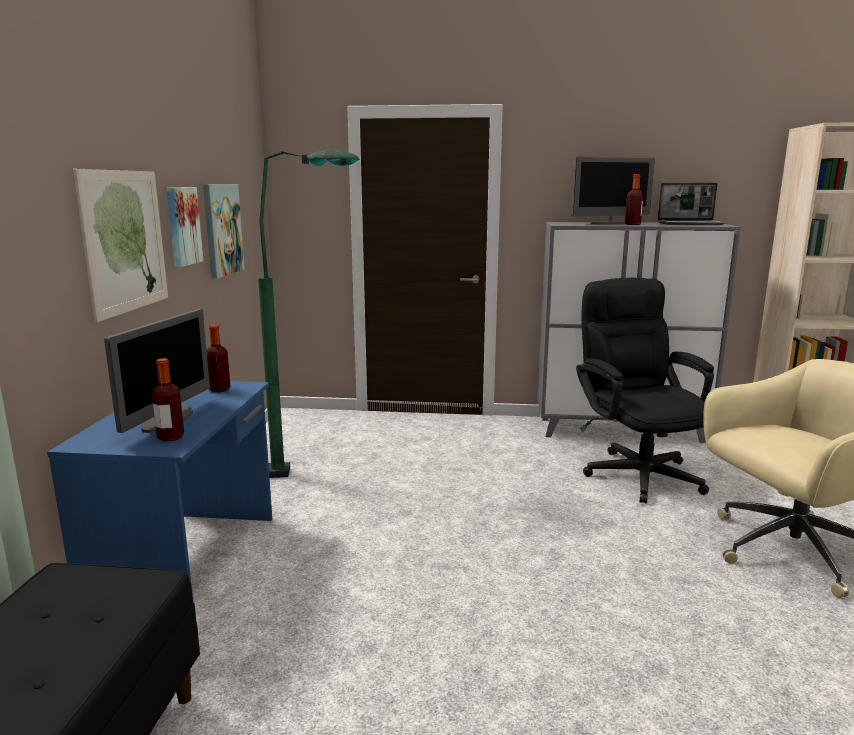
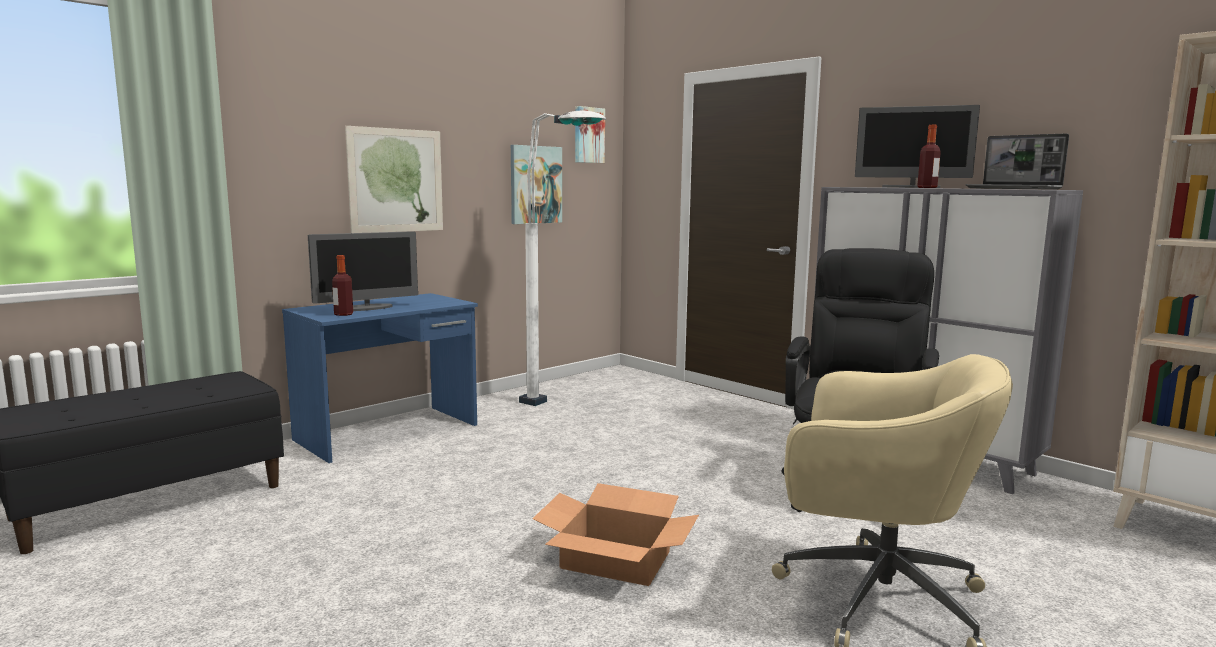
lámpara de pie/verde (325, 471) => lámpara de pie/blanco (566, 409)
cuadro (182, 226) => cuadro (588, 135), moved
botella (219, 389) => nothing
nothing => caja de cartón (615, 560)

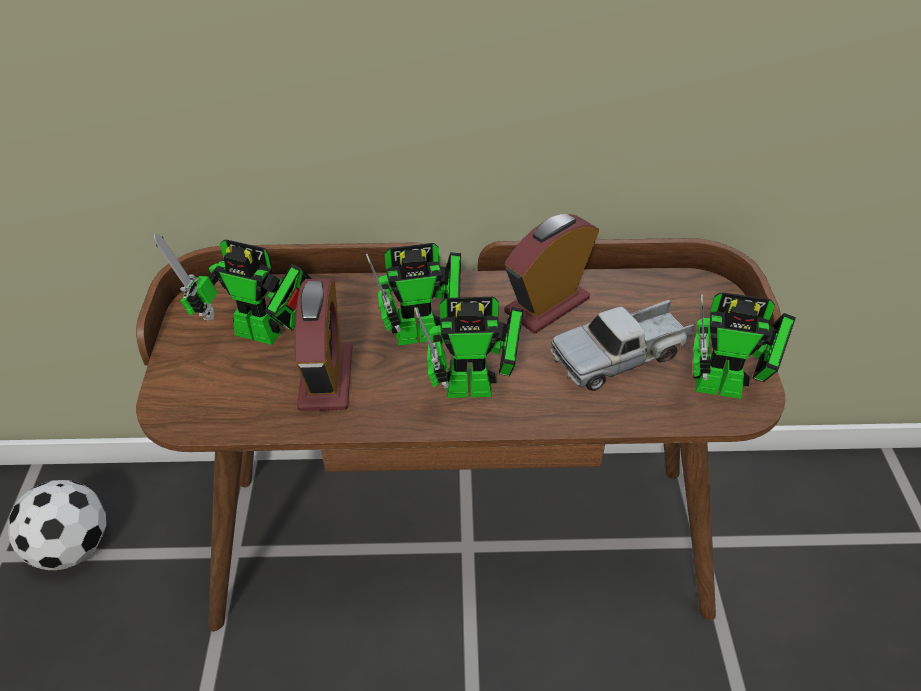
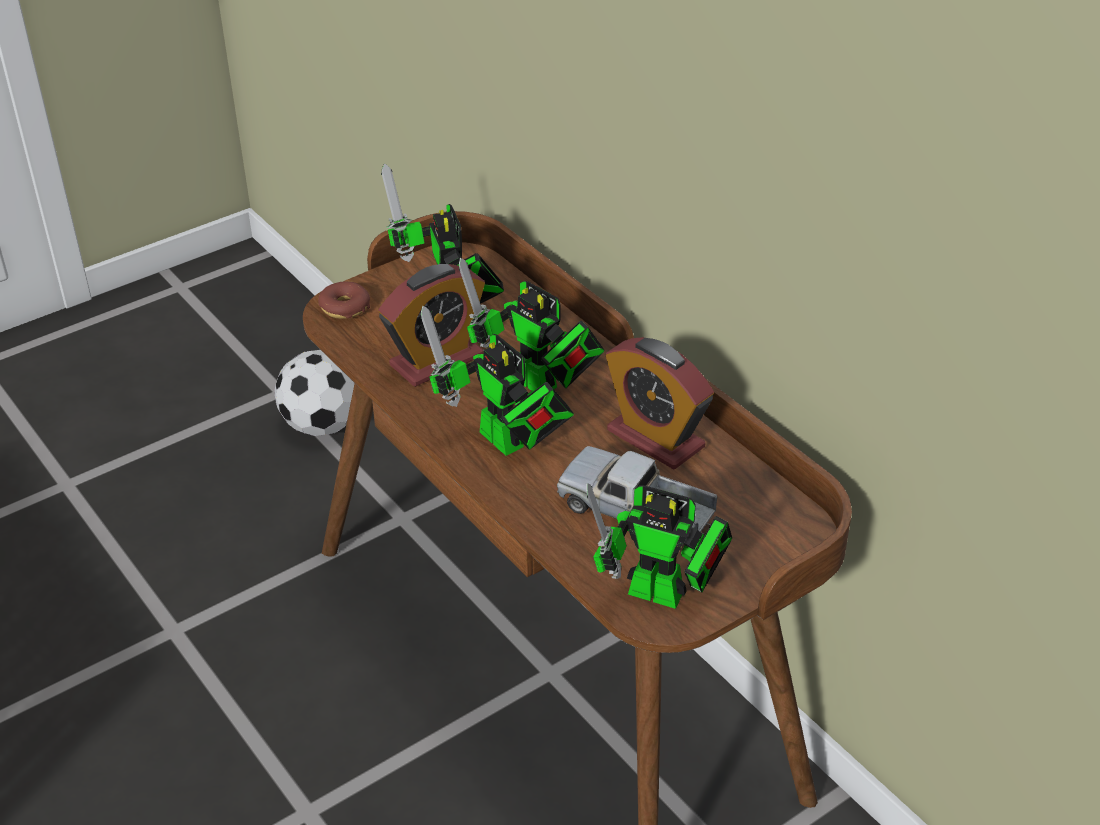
despertador (547, 305) => despertador (655, 439), 150 degrees counterclockwise
robot de juguete (726, 388) => robot de juguete (664, 595), 45 degrees counterclockwise
nothing => rosquilla (344, 307)

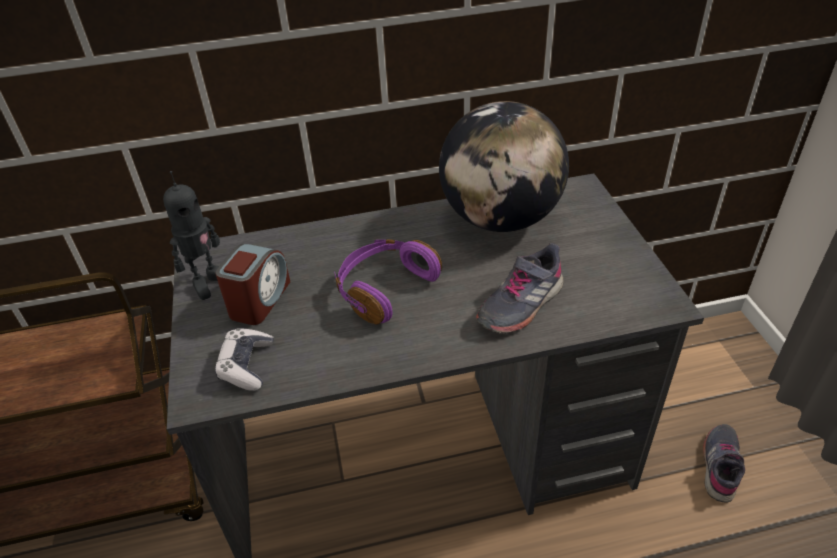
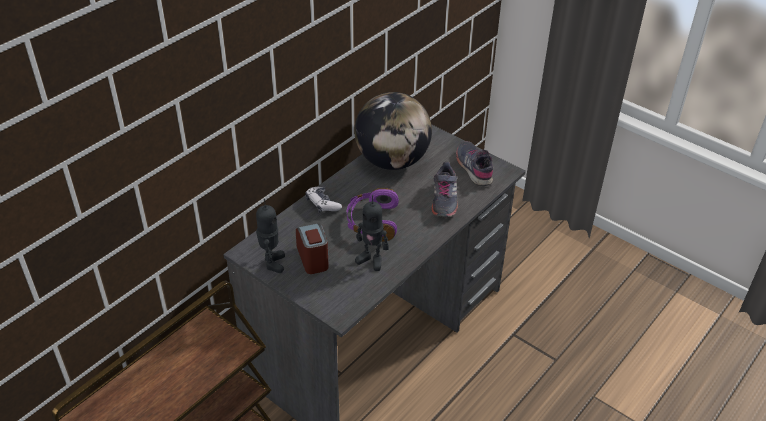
mando de consola (247, 365) => mando de consola (322, 204), moved
zapato/gris (721, 466) => zapato/gris (474, 168), moved
nothing => robot de juguete (371, 260)

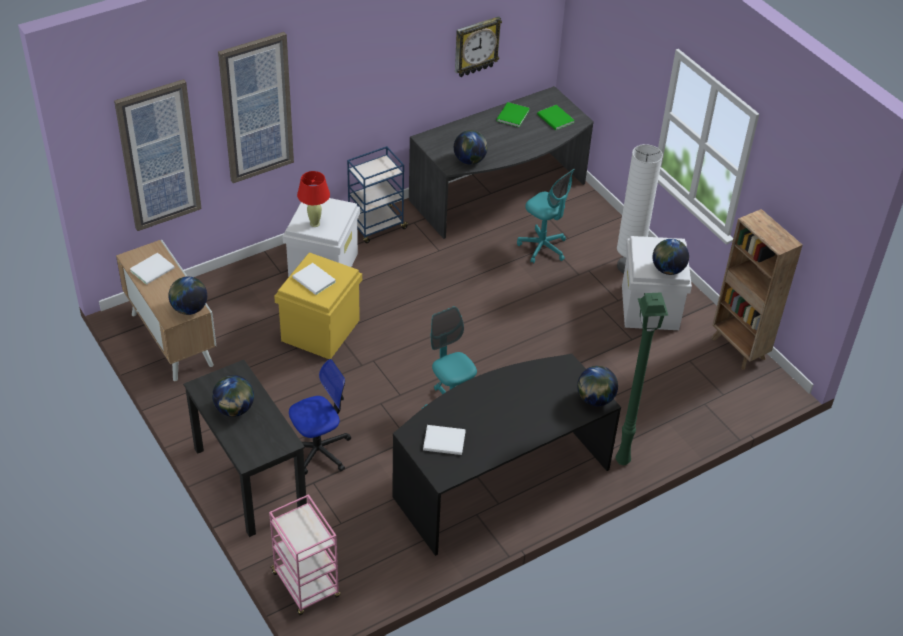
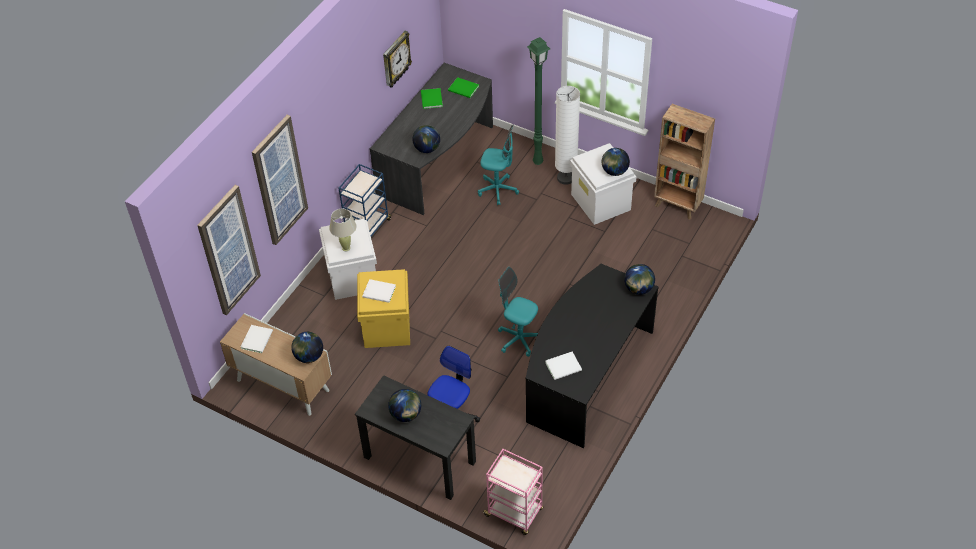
lámpara de mesa/rojo (314, 223) => lámpara de mesa/beis (346, 248)
lámpara de pie/verde (623, 459) => lámpara de pie/verde (538, 161), moved

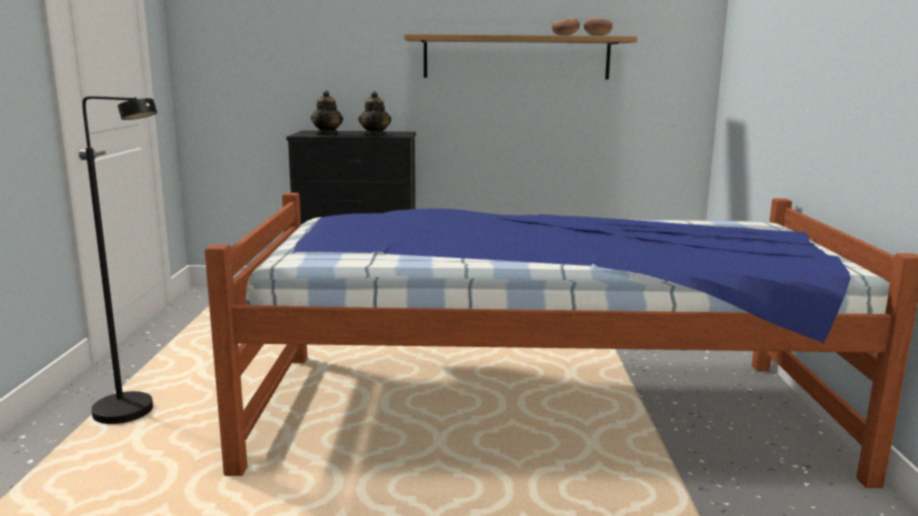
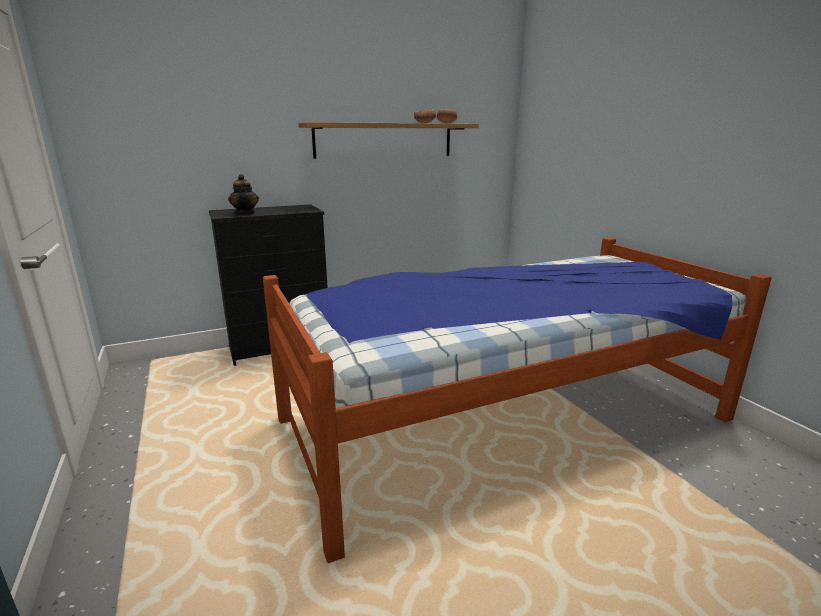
tetera (375, 135) => nothing
lámpara de pie/negro (136, 415) => nothing

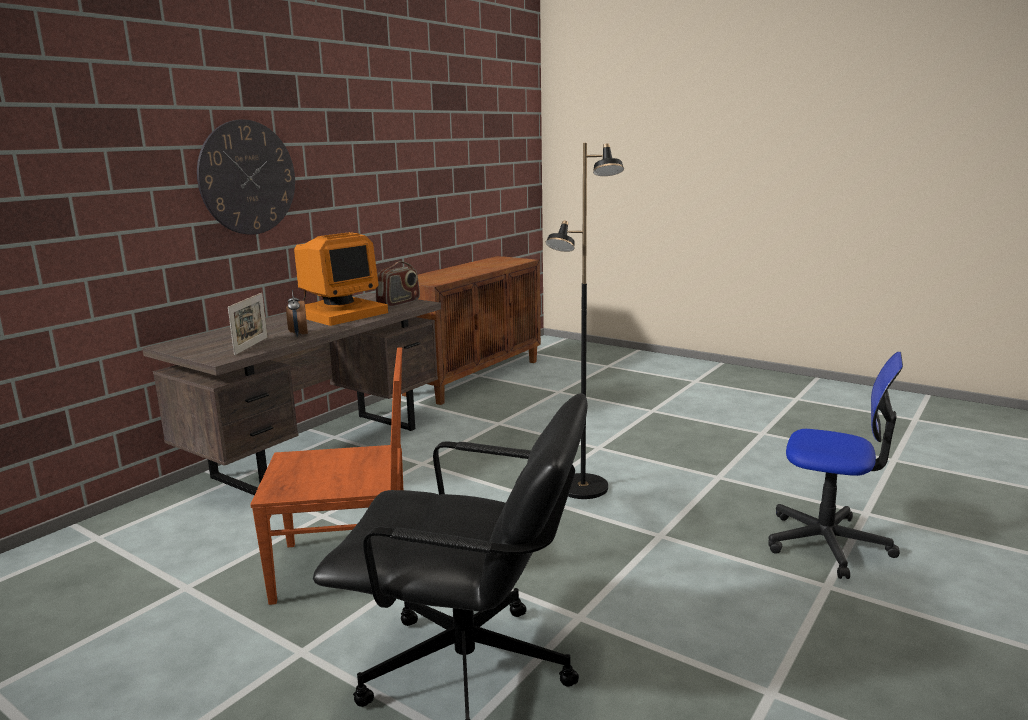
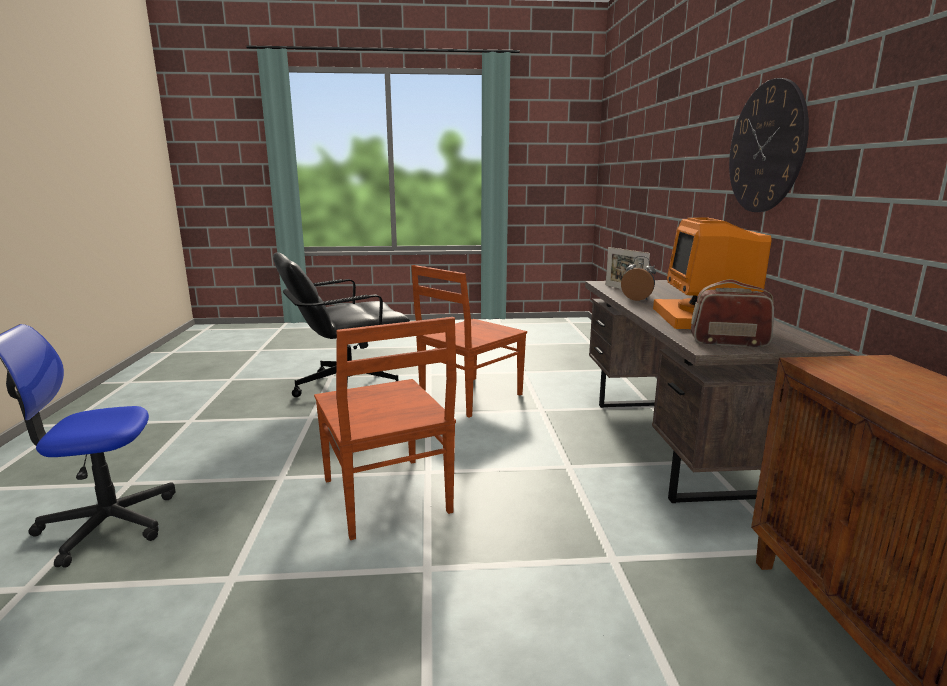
lámpara de pie/negro (583, 488) => silla/marrón (386, 497)
radio (399, 303) => radio (728, 342), 105 degrees clockwise

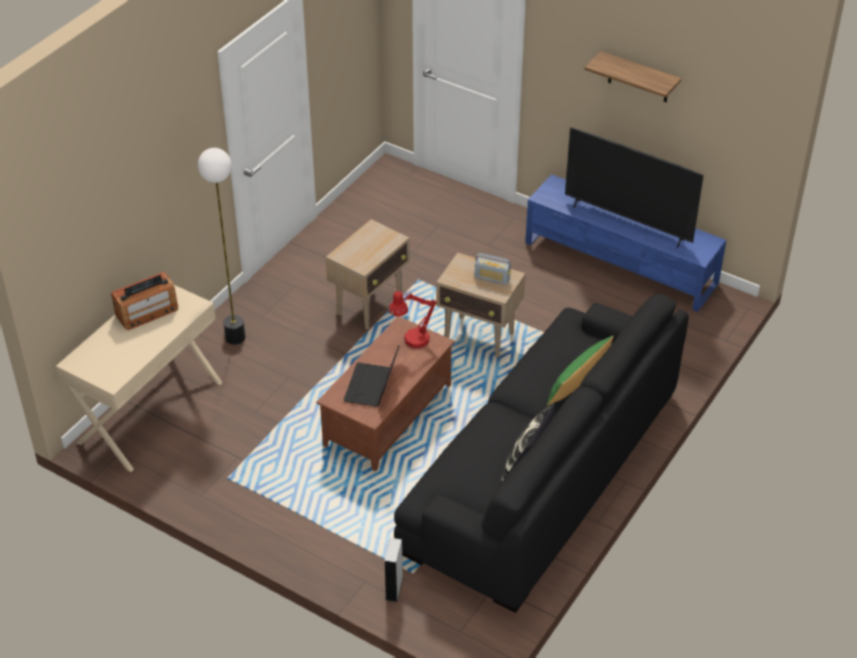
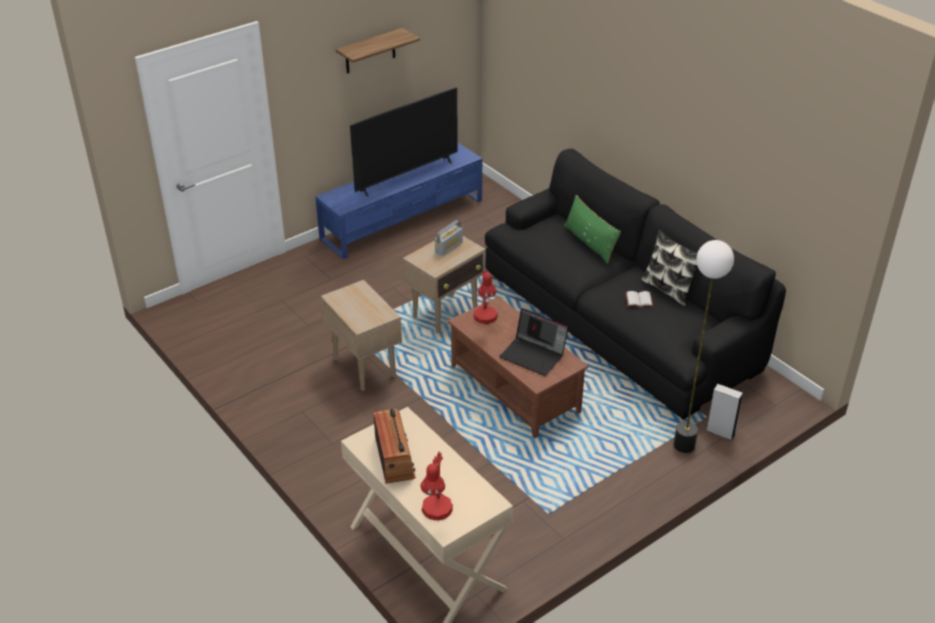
lámpara de pie (235, 337) => lámpara de pie (684, 445), moved
nothing => libro/blanco (638, 300)
nothing => lámpara de mesa/rojo (436, 514)

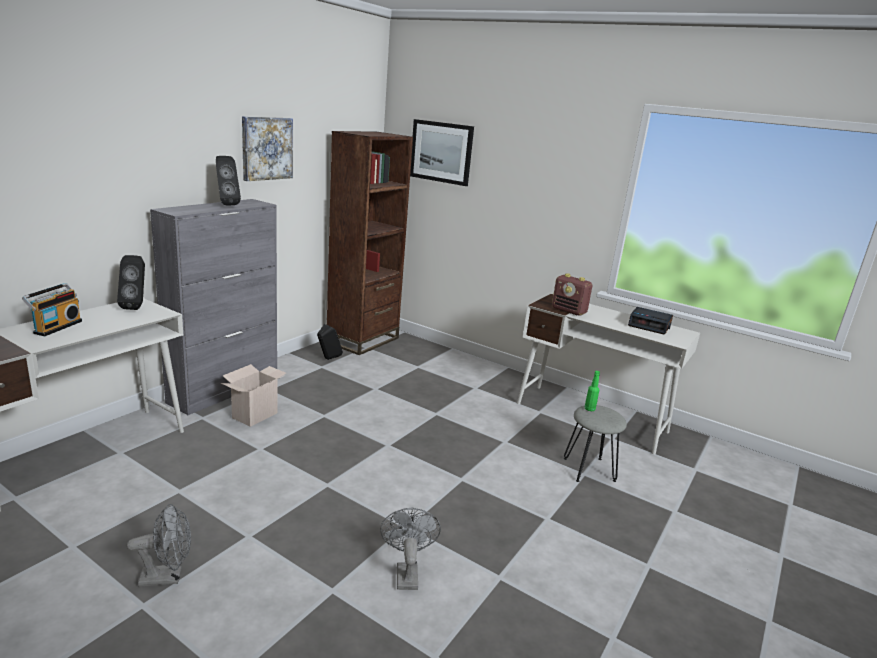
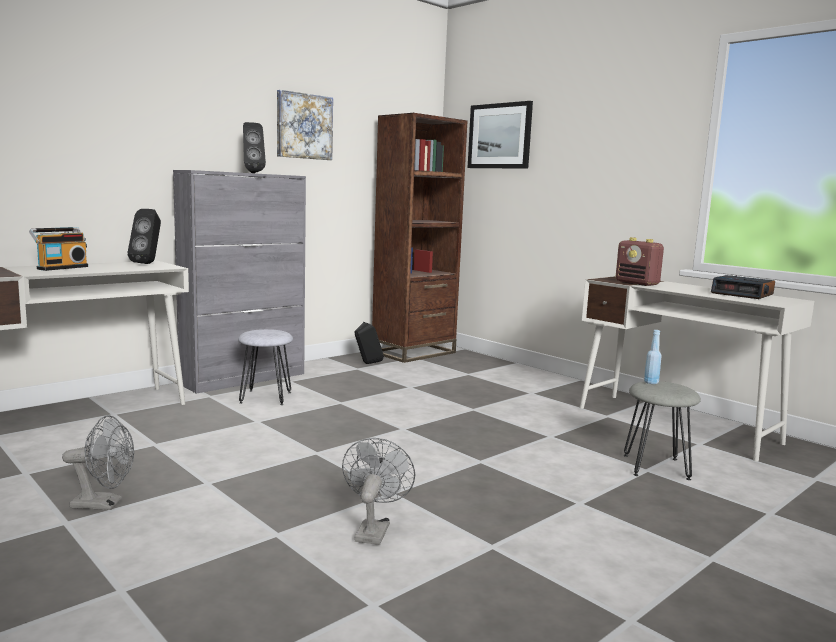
caja de cartón (255, 414) => taburete/gris (266, 397)
botella/verde (589, 409) => botella/azul (651, 382)

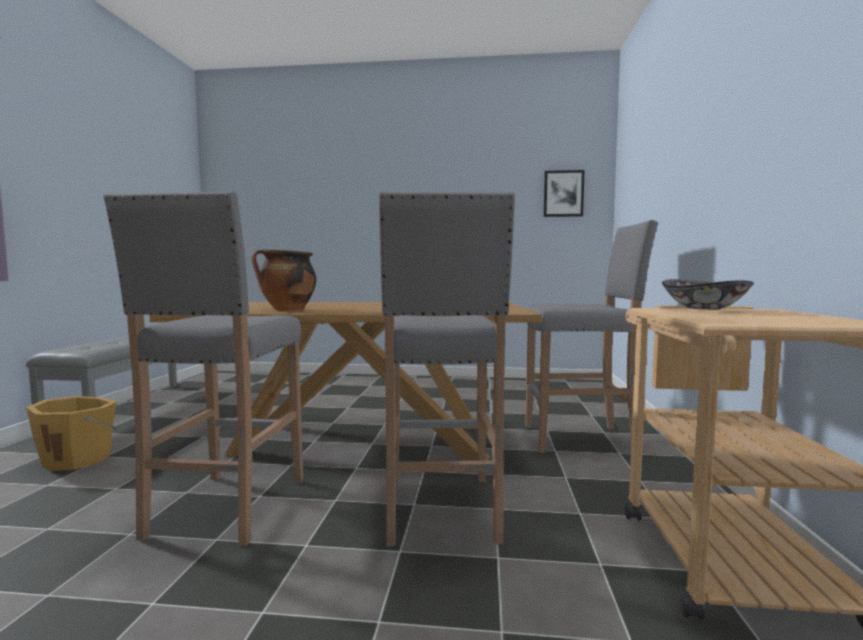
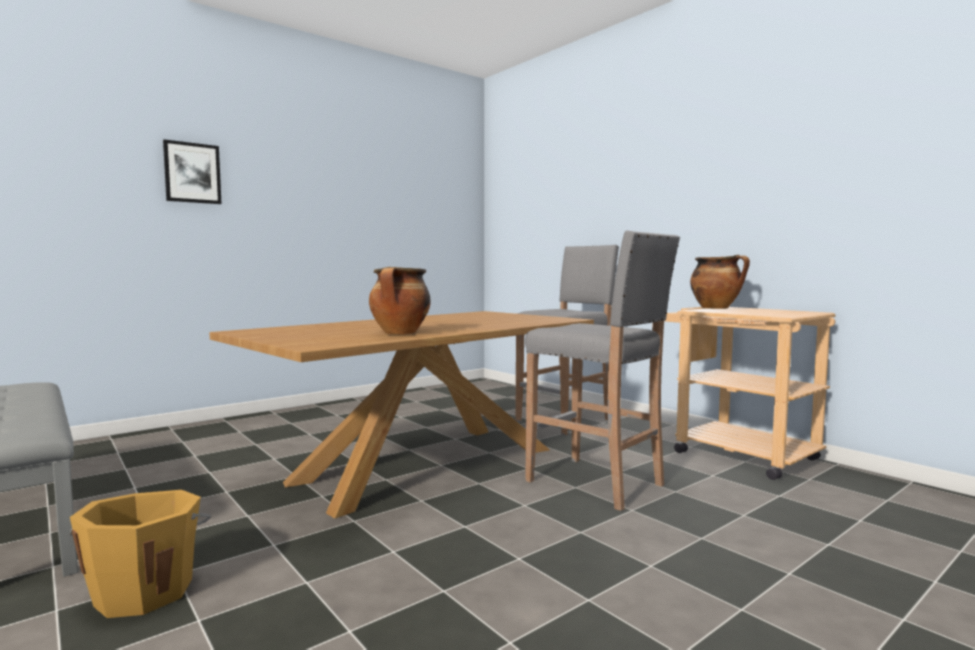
cuadro (563, 193) => cuadro (192, 173), moved
taburete/gris (226, 508) => nothing
cuenco (704, 308) => olla (716, 308)

